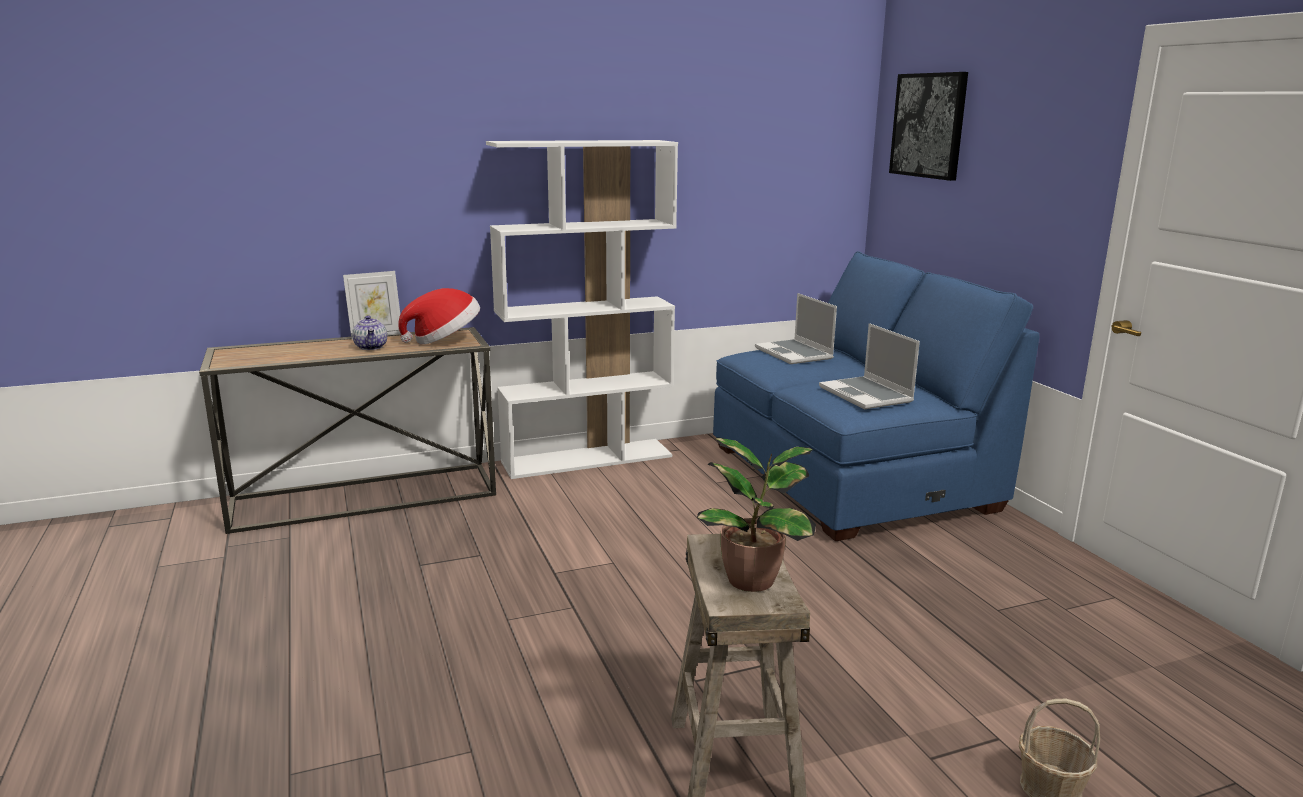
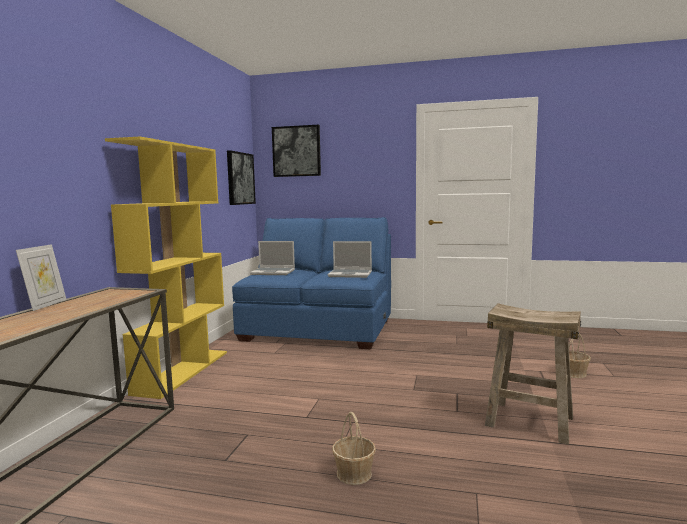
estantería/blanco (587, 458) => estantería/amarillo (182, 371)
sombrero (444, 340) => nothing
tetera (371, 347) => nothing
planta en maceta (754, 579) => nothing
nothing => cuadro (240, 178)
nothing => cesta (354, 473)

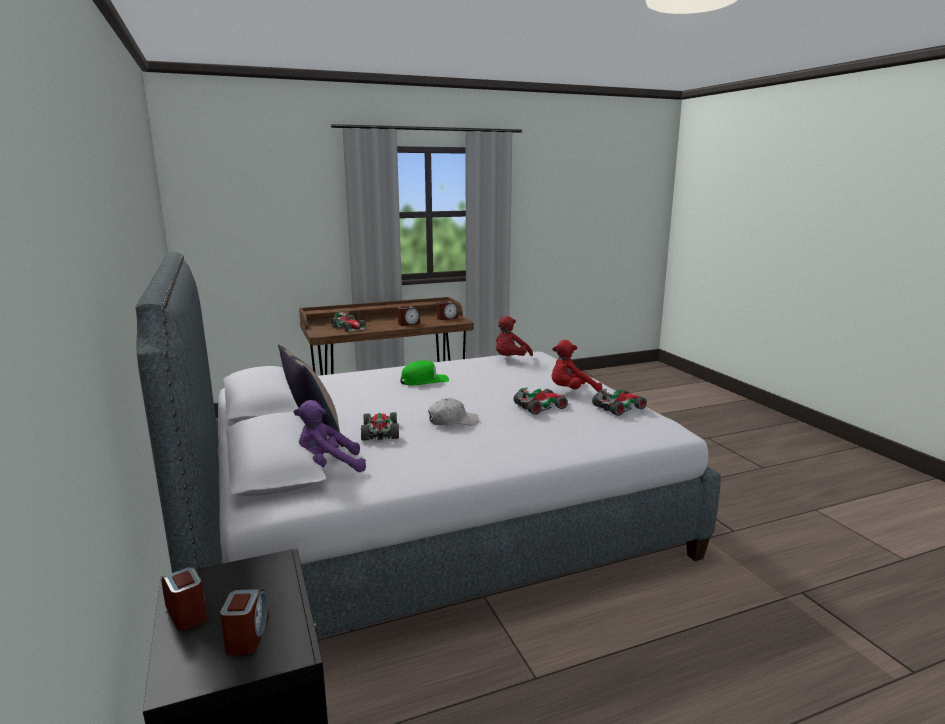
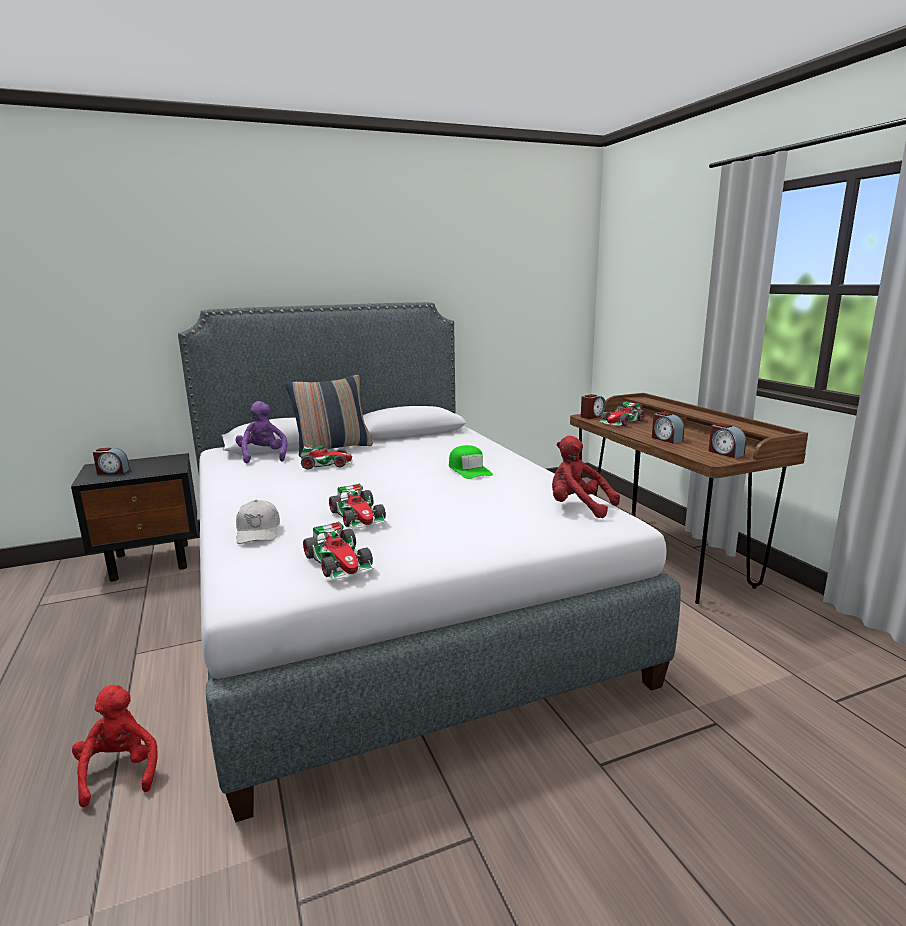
peluche/rojo (571, 391) => peluche/rojo (120, 771), moved
gorra/blanco (452, 421) => gorra/blanco (258, 532), moved
despertador (187, 612) => despertador (592, 416), moved

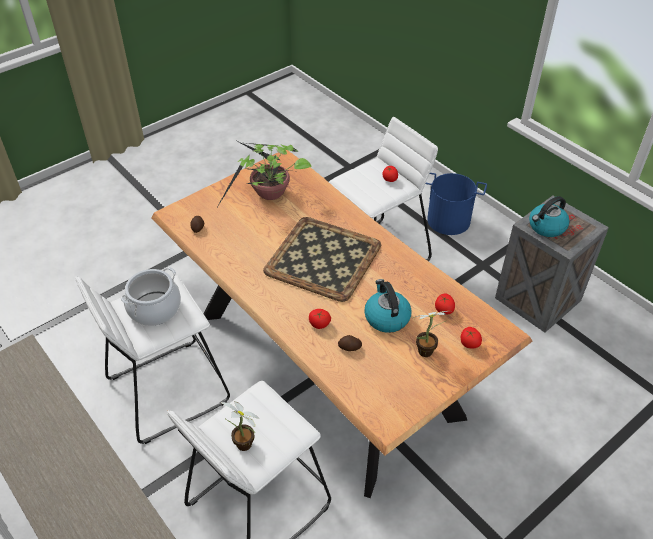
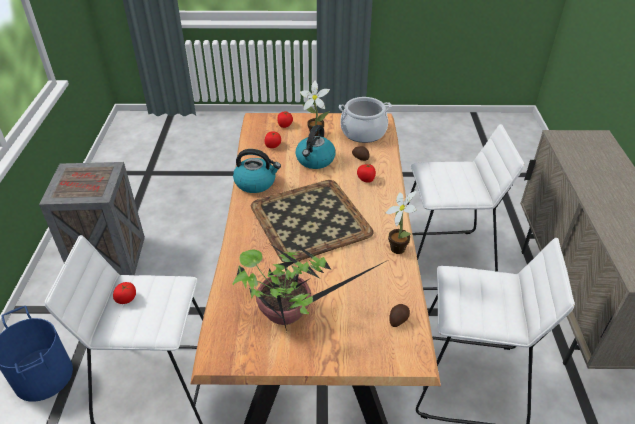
hervidor (546, 227) => hervidor (256, 183), moved
olla (154, 308) => olla (363, 132), moved
planta en maceta (245, 446) => planta en maceta (397, 247), moved

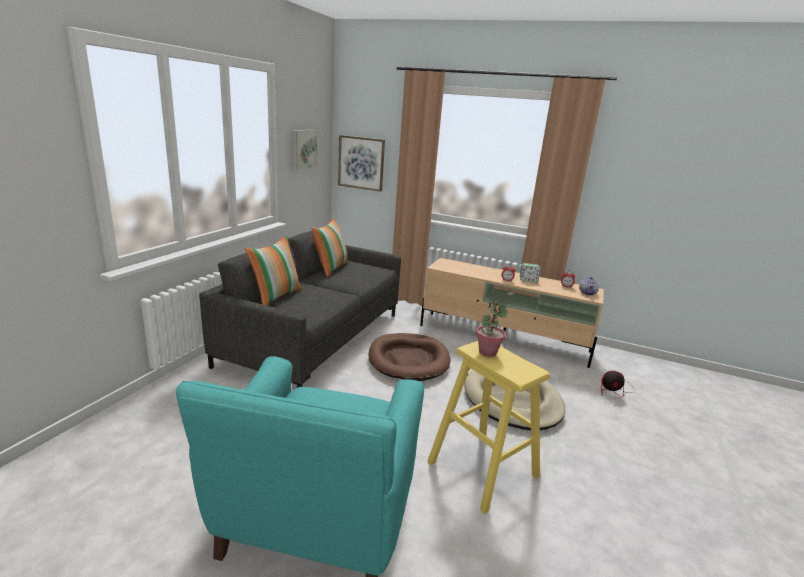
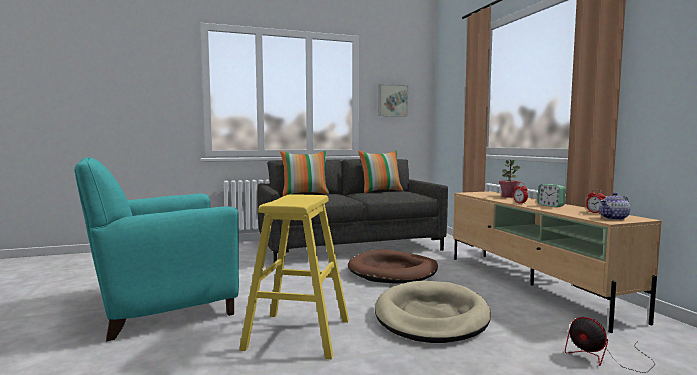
cuadro (361, 163) => nothing
planta en maceta (487, 352) => planta en maceta (508, 196), moved

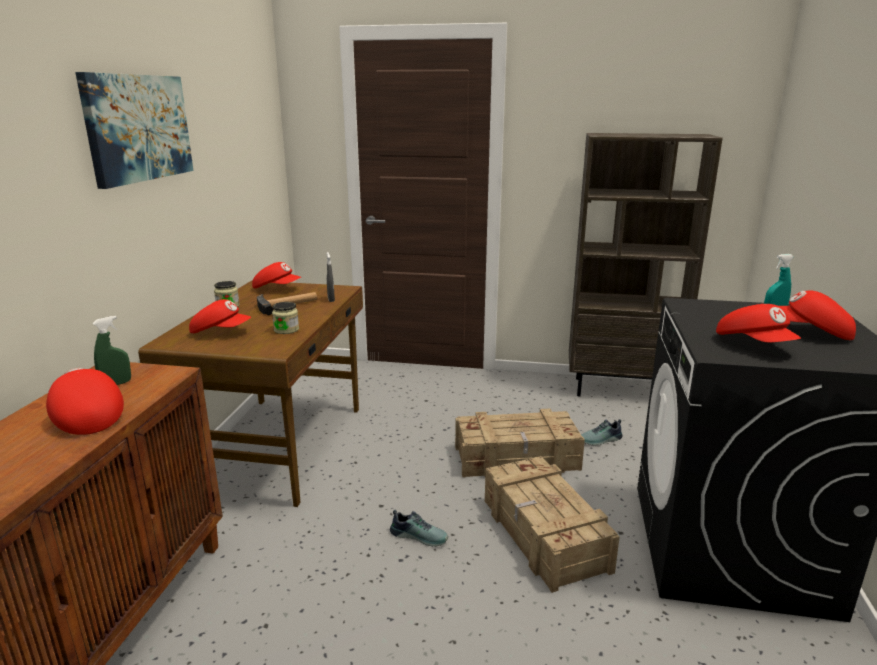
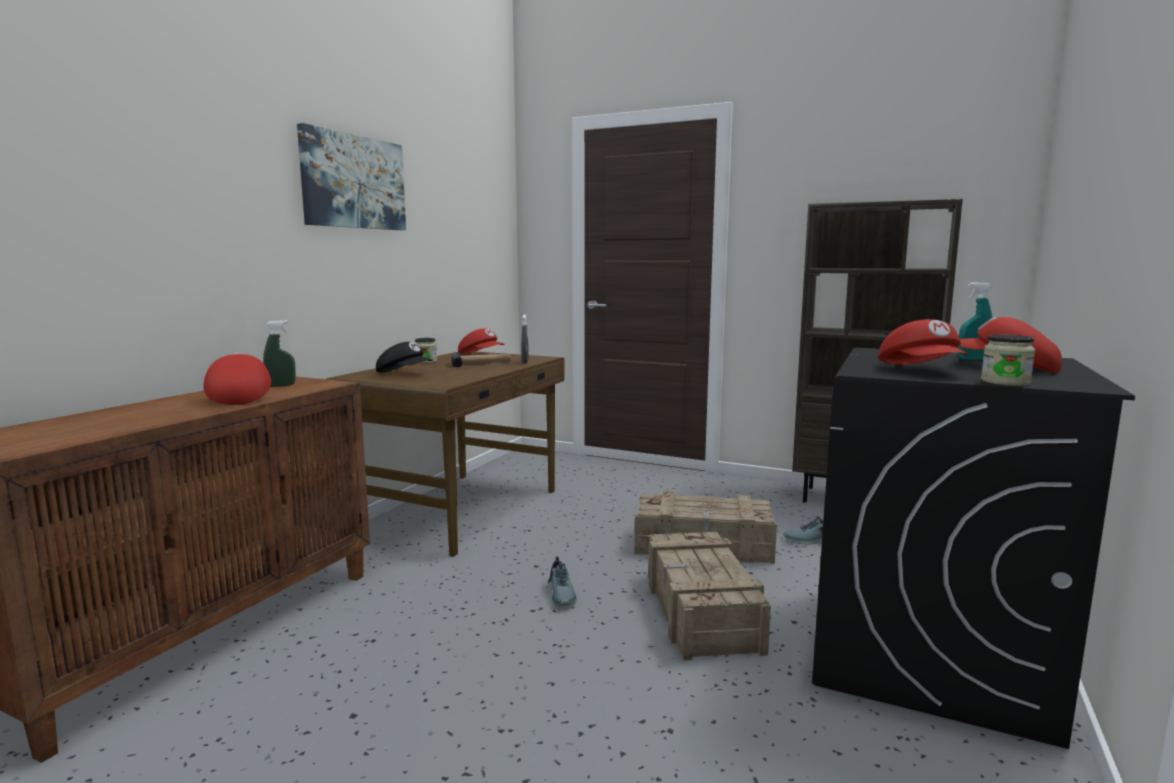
gorra/rojo (221, 332) => gorra/negro (405, 373)
tarro (286, 330) => tarro (1005, 382), moved
zapato (419, 535) => zapato (562, 594), 45 degrees clockwise

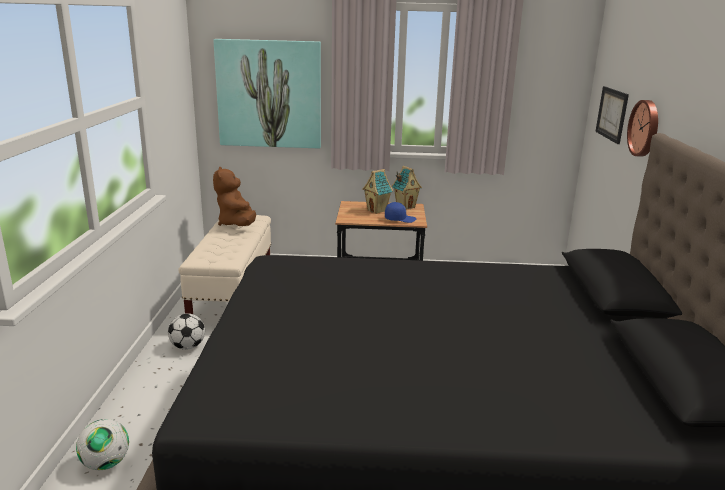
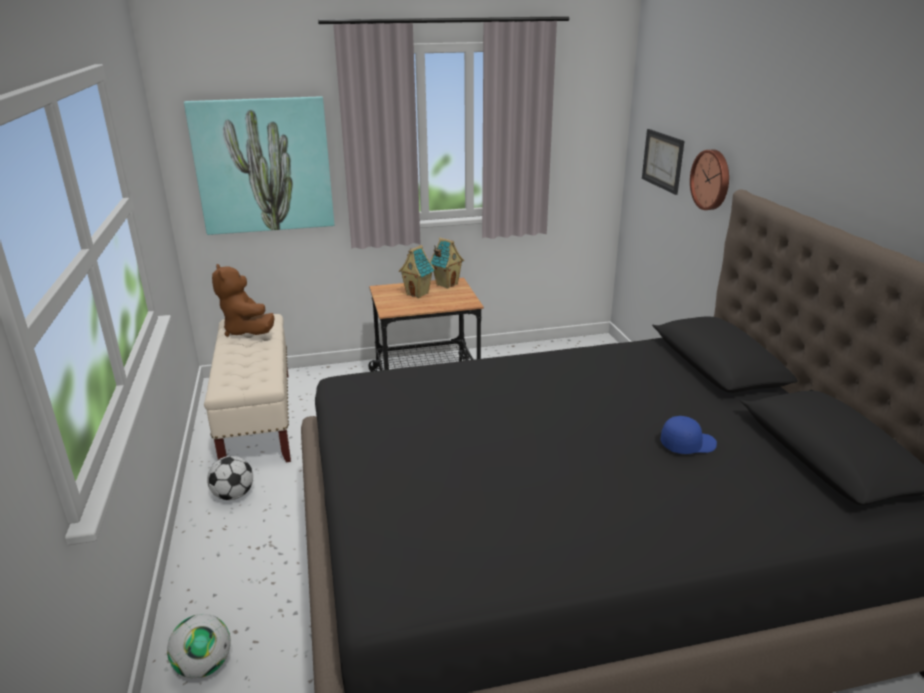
gorra/azul (400, 219) => gorra/azul (687, 444), moved

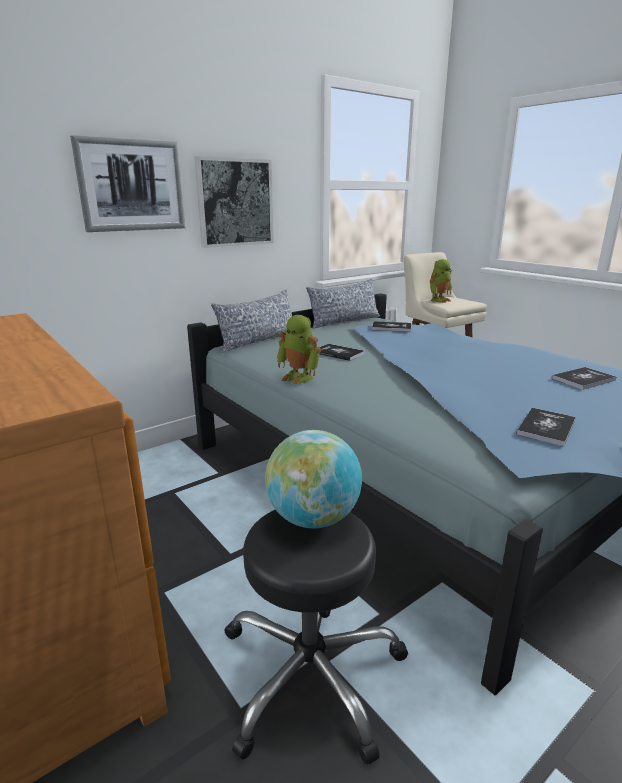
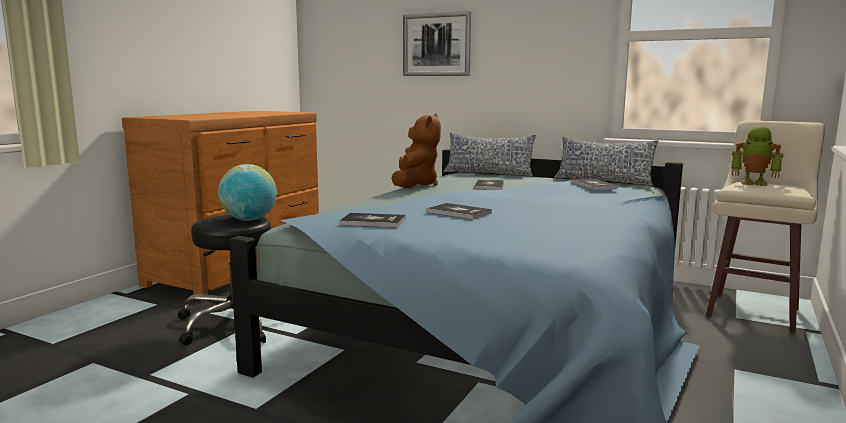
cuadro (235, 203) => nothing
robot de juguete (299, 377) => peluche/marrón (415, 185)
libro (583, 379) => libro (459, 212), moved

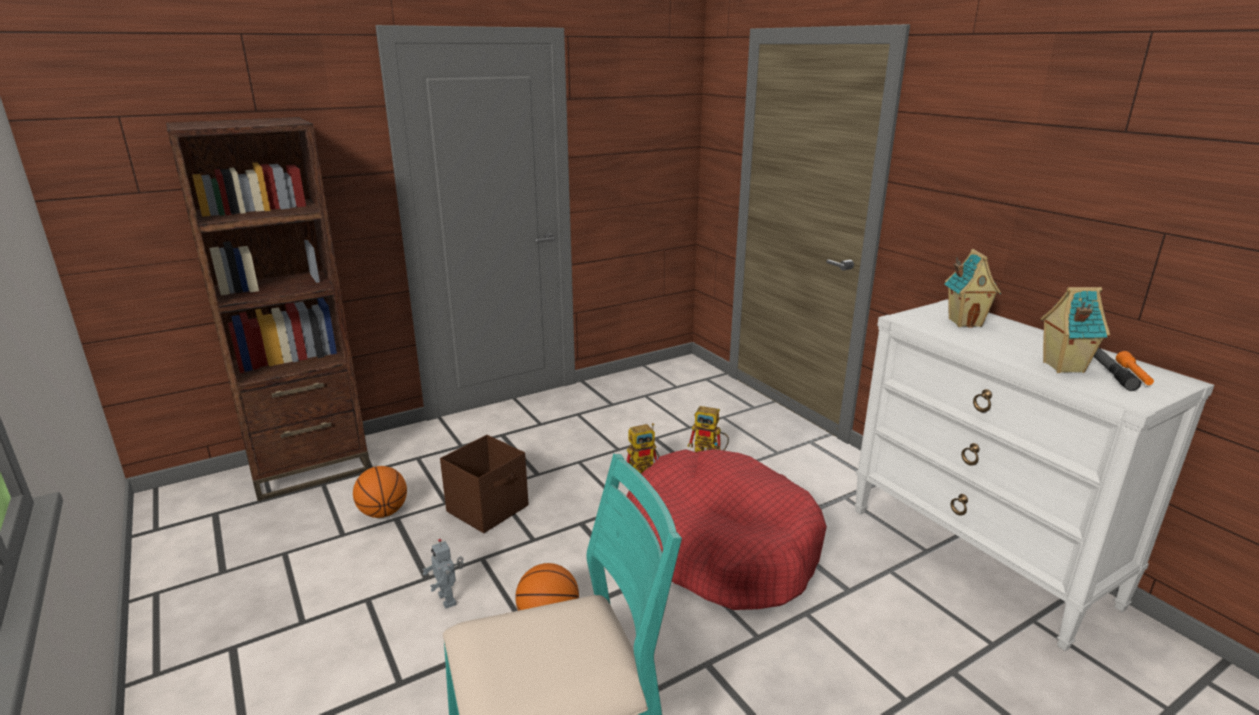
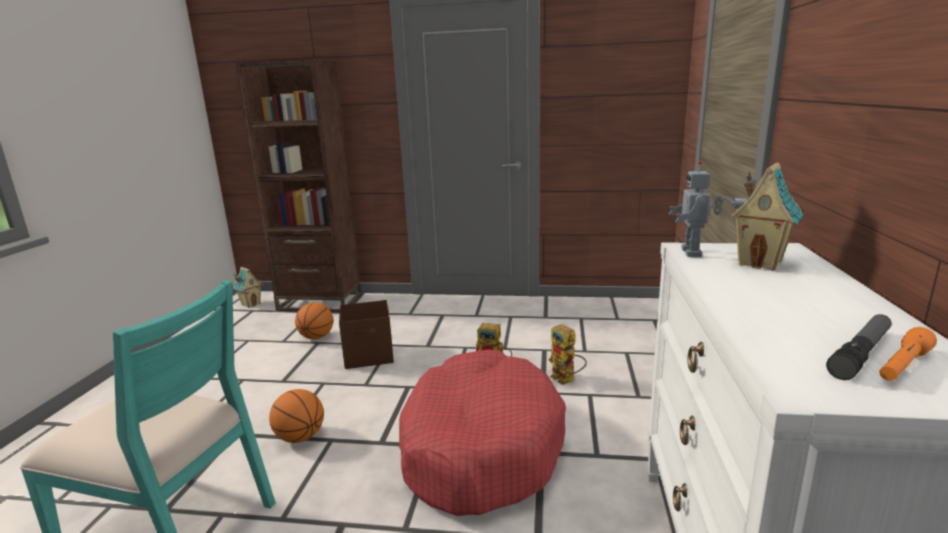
casita (1061, 367) => casita (251, 304), moved
robot de juguete (448, 599) => robot de juguete (693, 252), moved

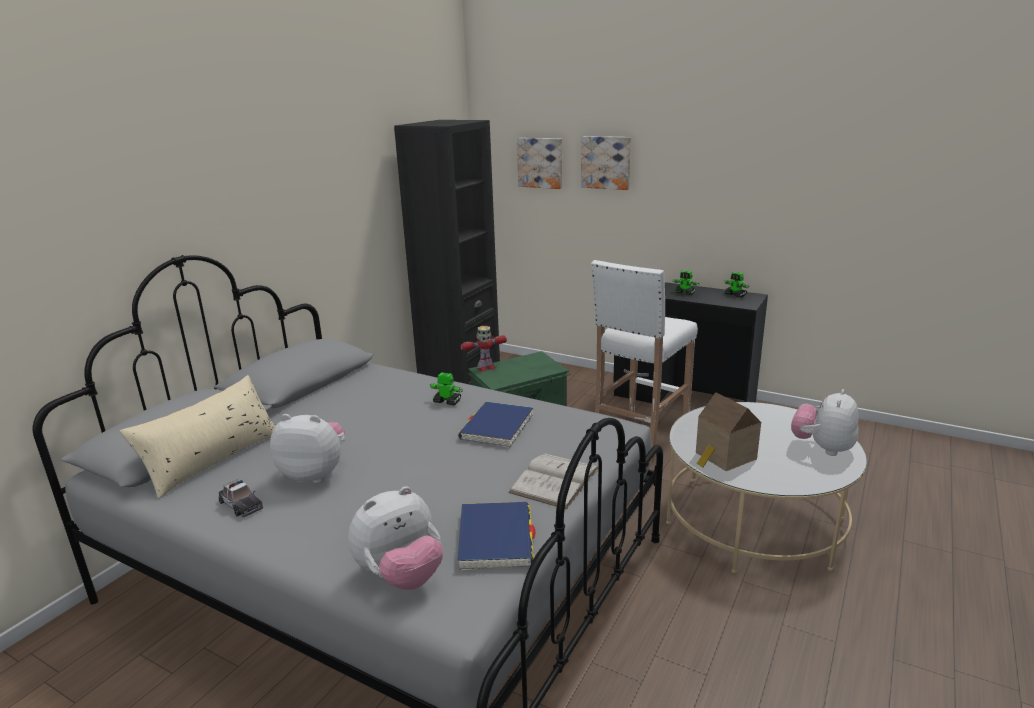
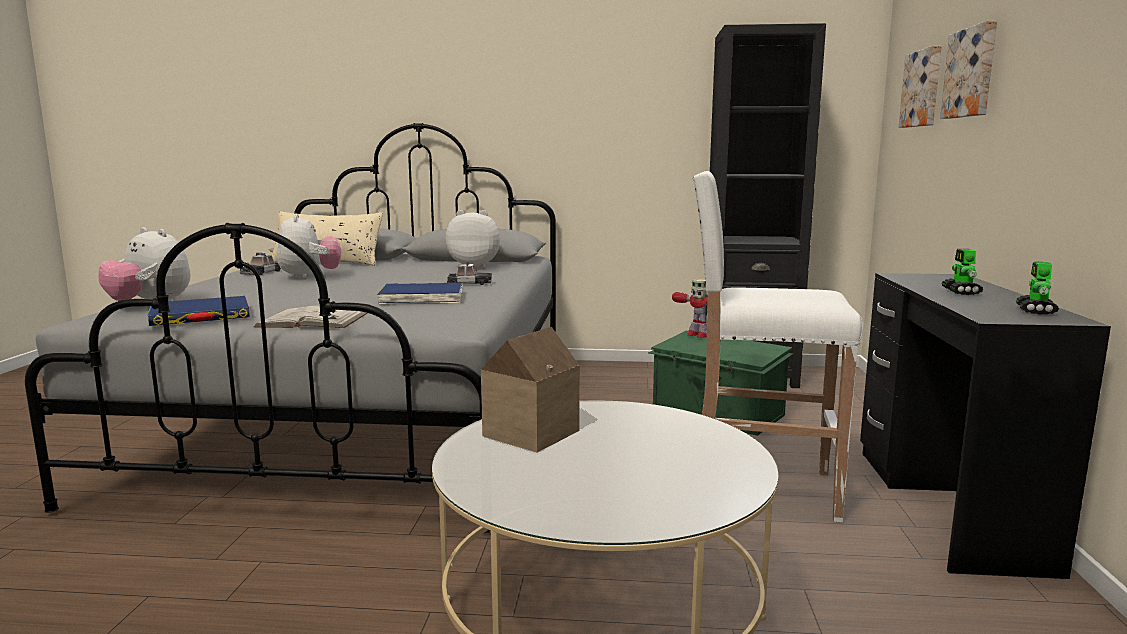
robot de juguete (447, 401) => coche de juguete (469, 283)
peluche (822, 448) => peluche (475, 267), moved

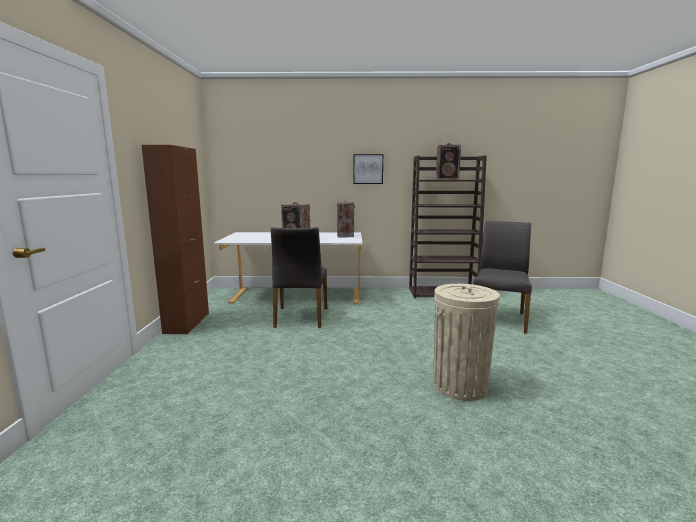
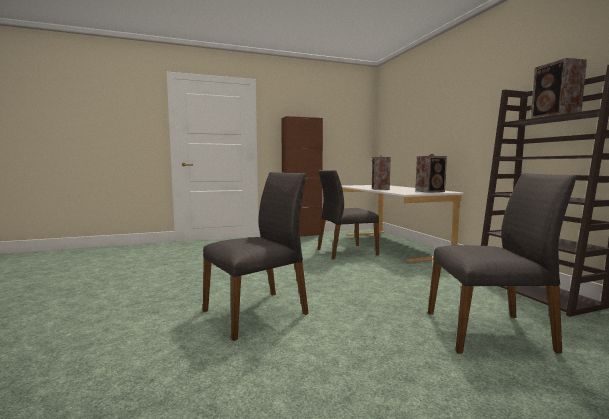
cuadro (368, 169) => nothing
papelera/beis (460, 386) => silla/gris (257, 312)

